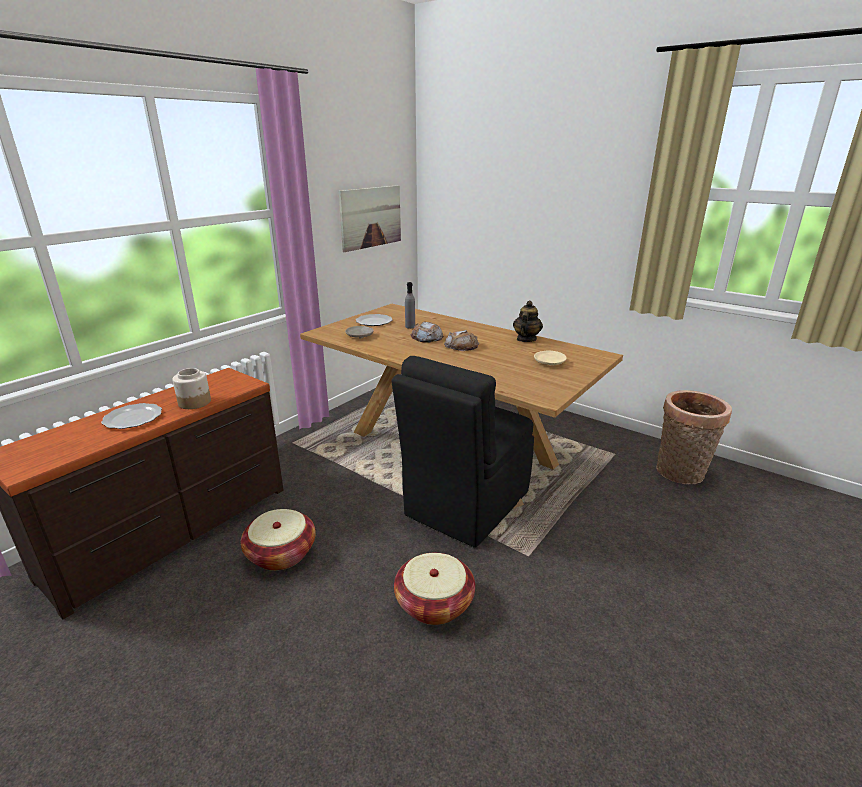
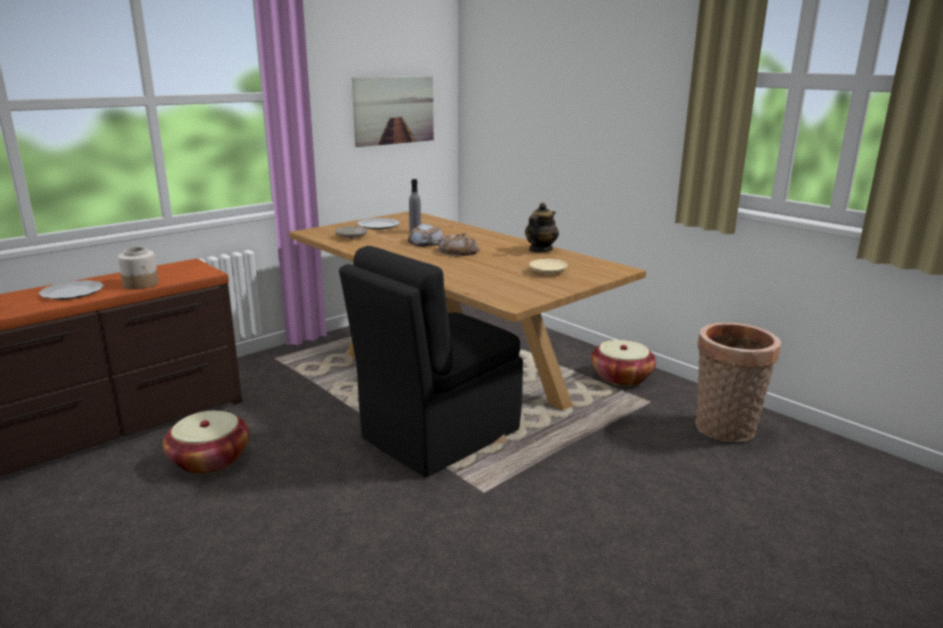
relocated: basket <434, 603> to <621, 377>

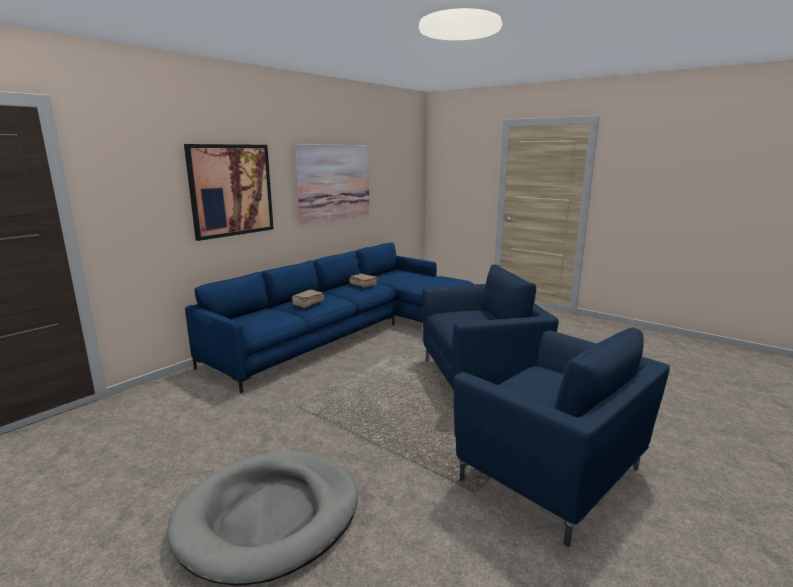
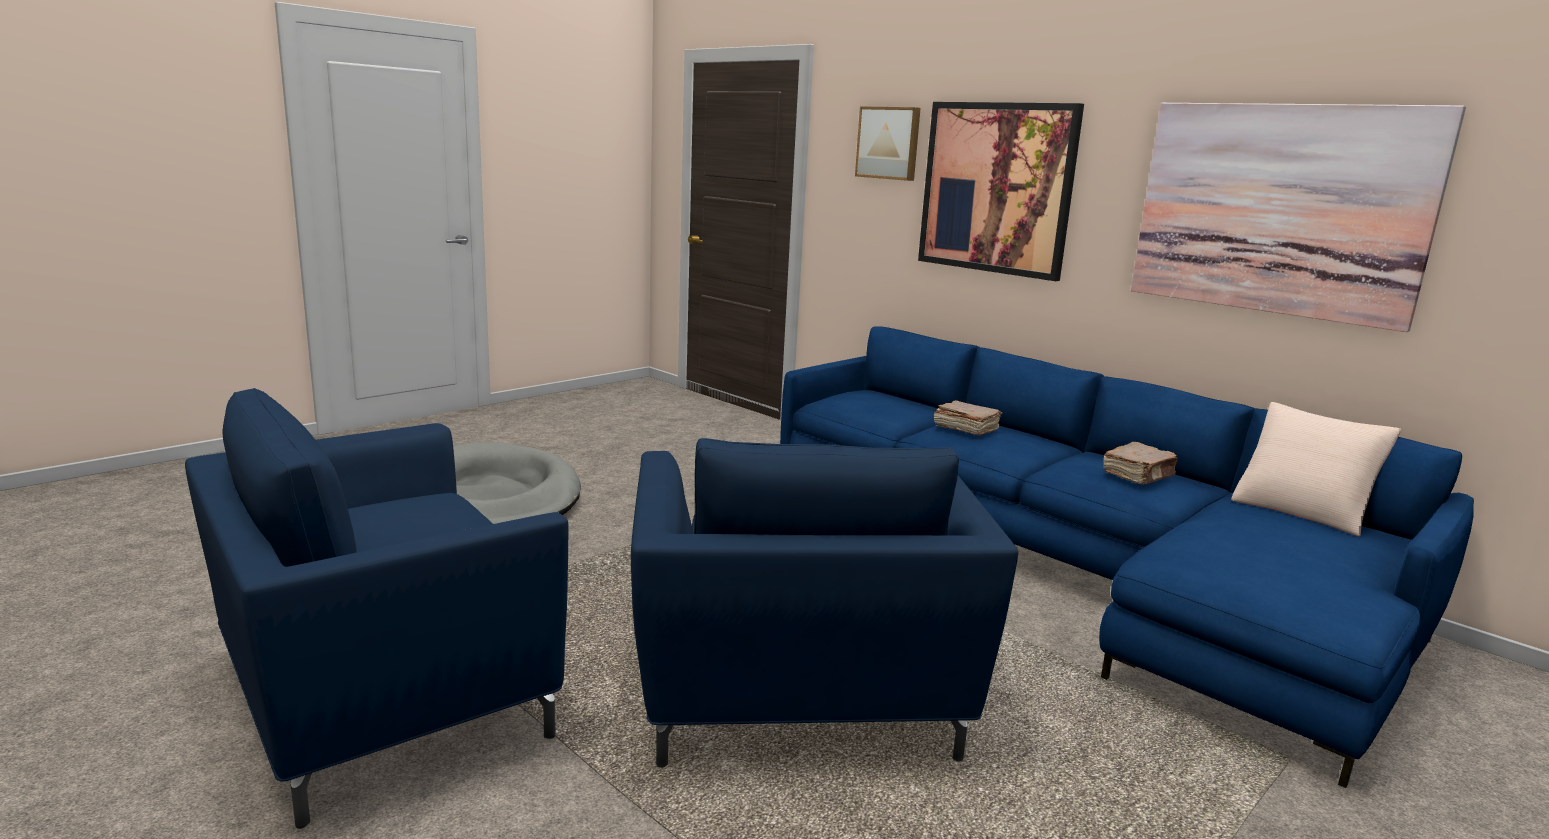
appeared: picture <889, 143>; pillow (beige) <1303, 510>

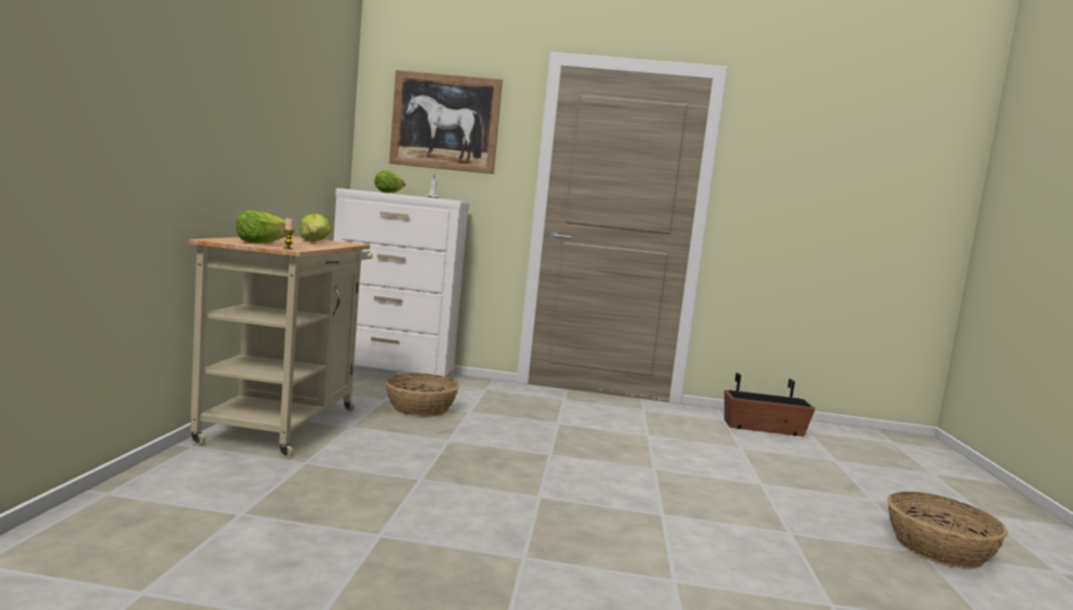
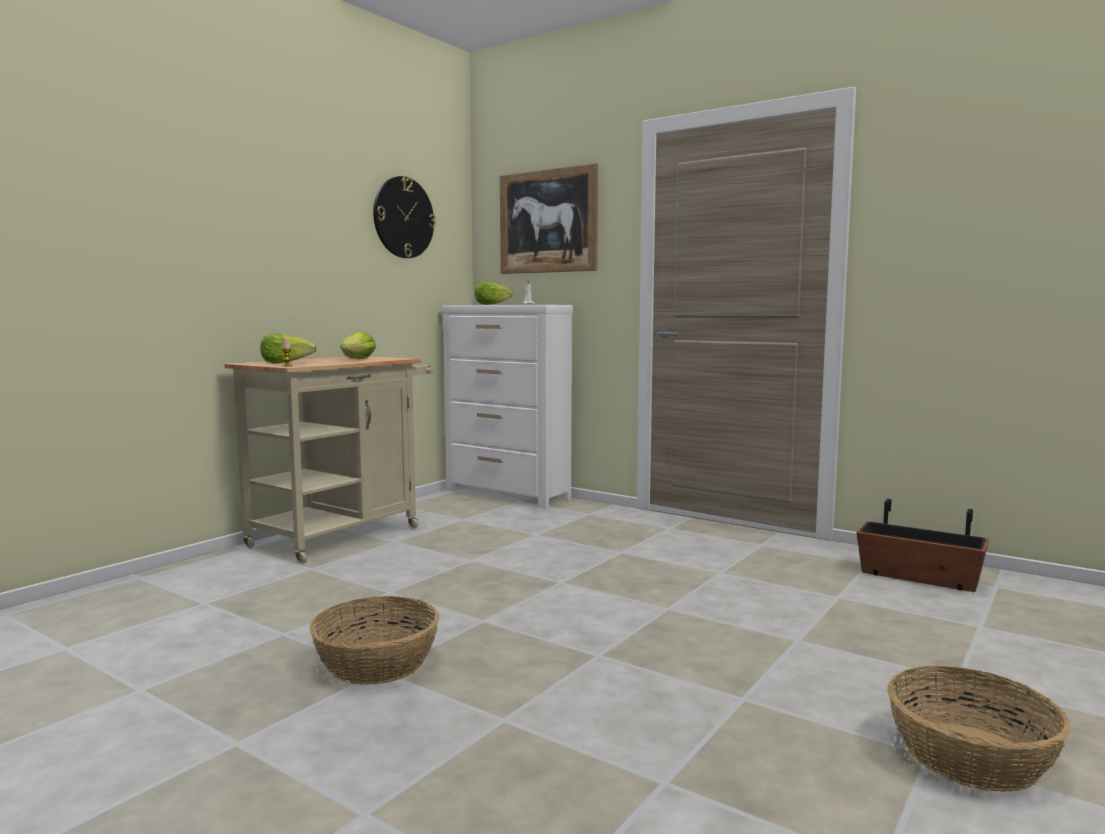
appeared: wall clock <403, 217>
relocated: basket <420, 408> to <375, 663>

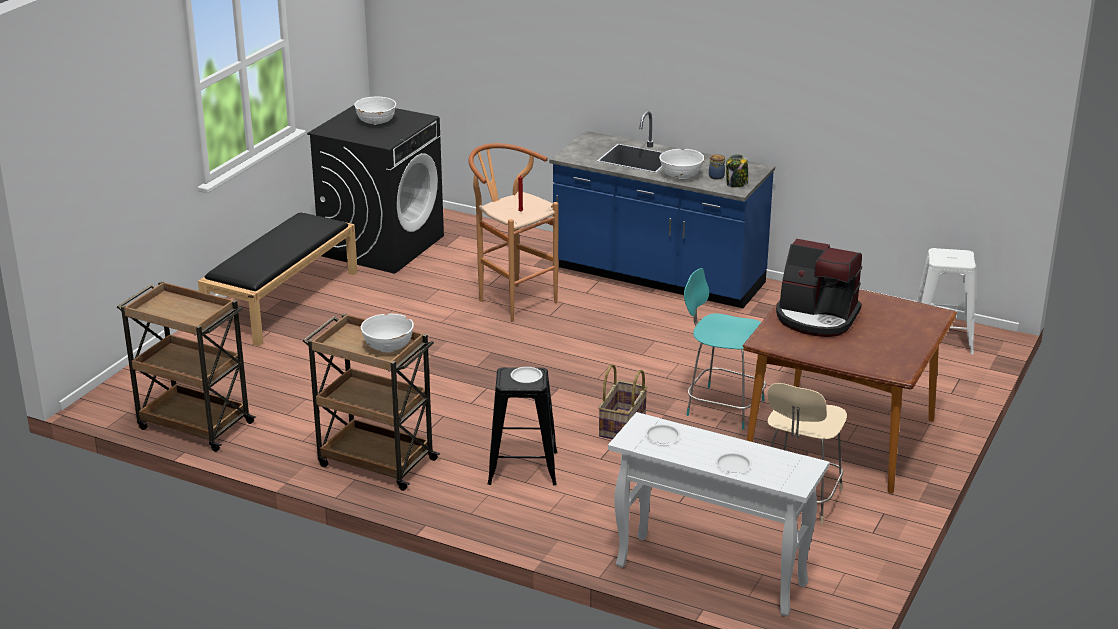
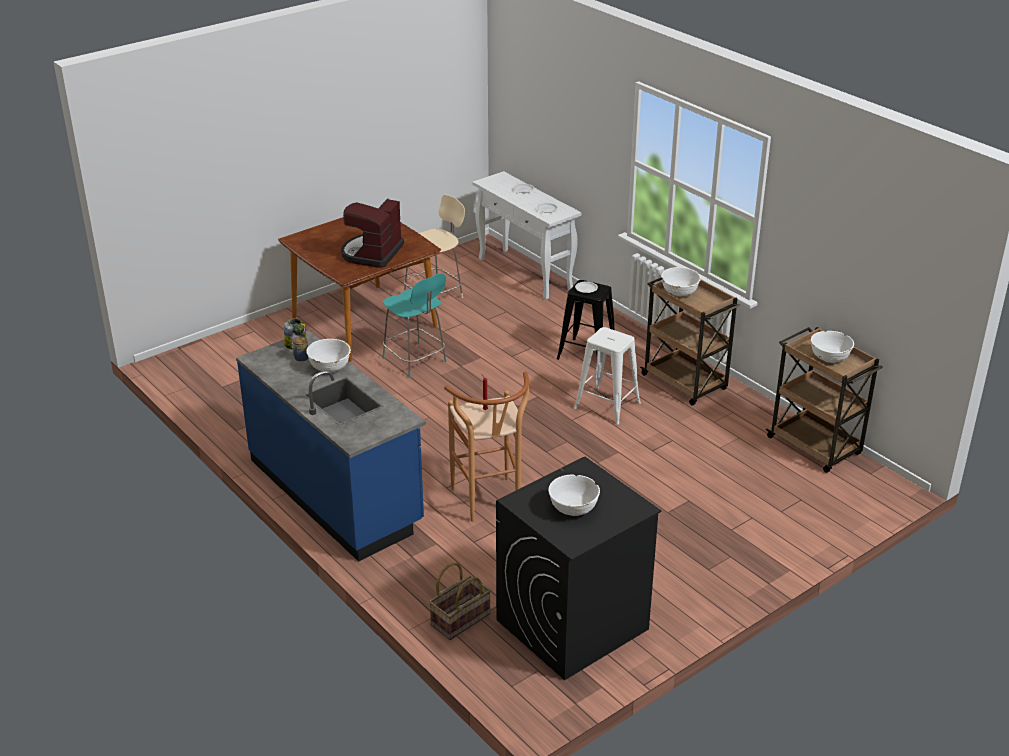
missing: bench (black) <283, 300>
appeared: bowl (white) <829, 357>
relocated: basket <623, 426> to <460, 619>; stool (white) <941, 339> to <607, 405>
spun: coffee machine <816, 318> = <372, 253> 120 degrees counterclockwise

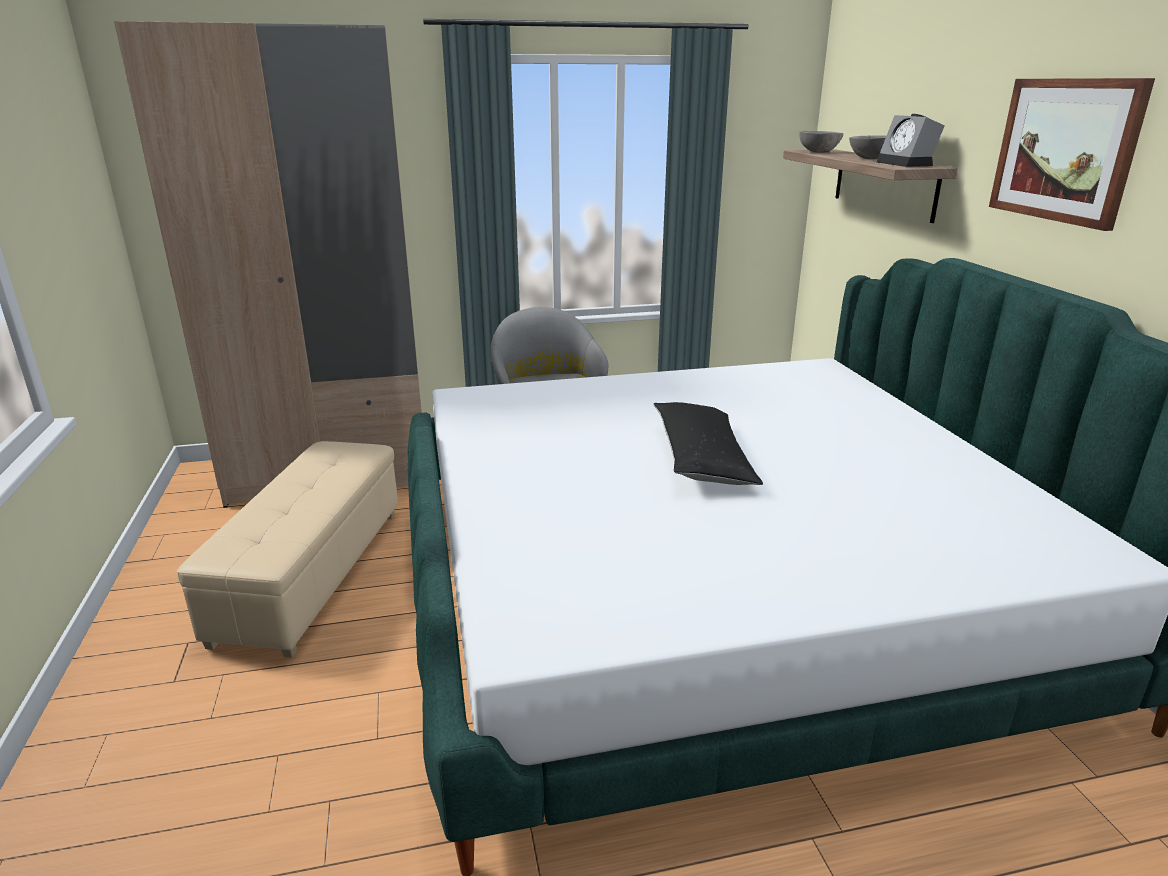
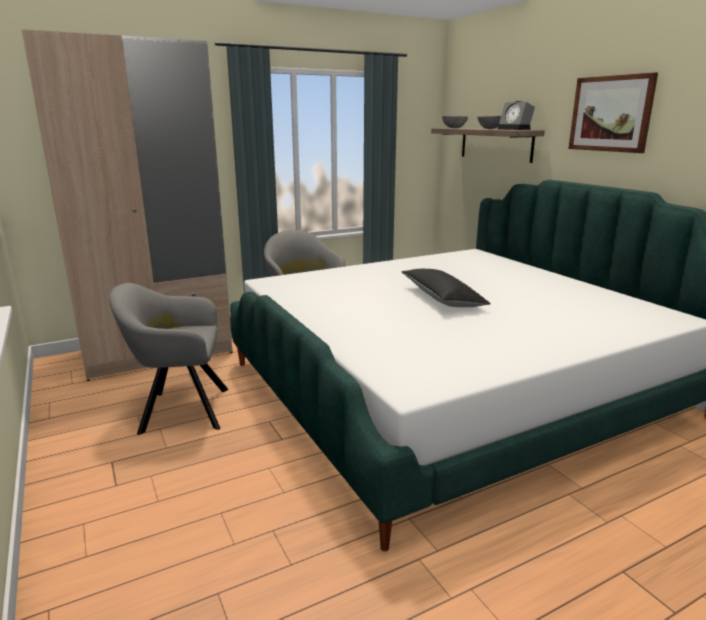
exchanged: ottoman (beige) <311, 572> to armchair (grey) <179, 410>

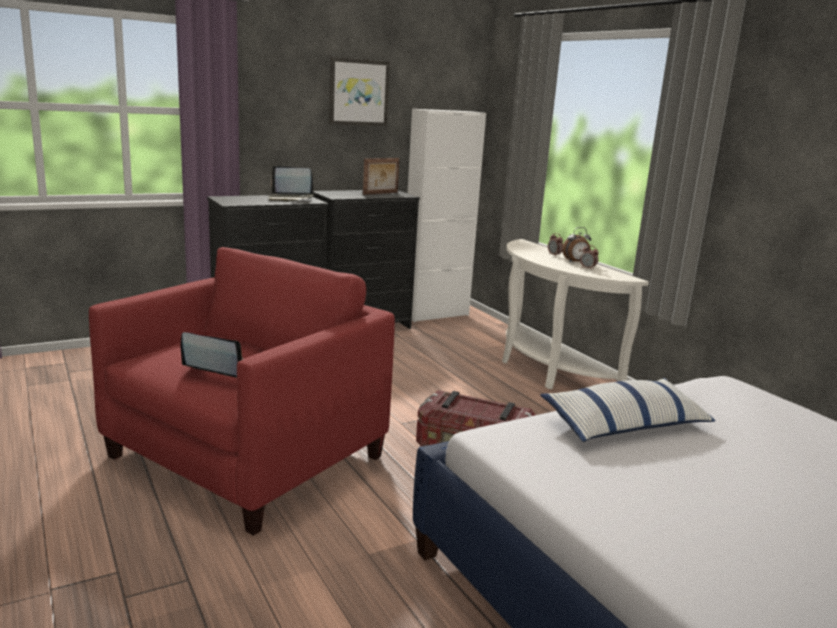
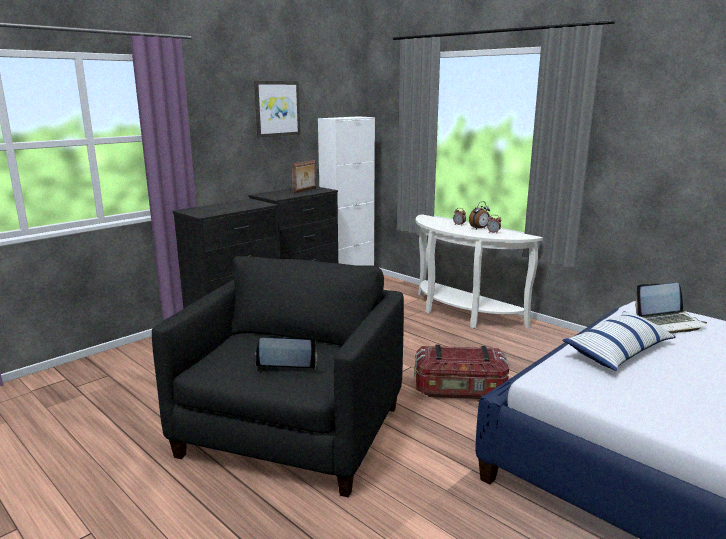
relocated: laptop <290, 199> to <670, 323>
colour: armchair (red) <246, 457> to armchair (black) <292, 431>

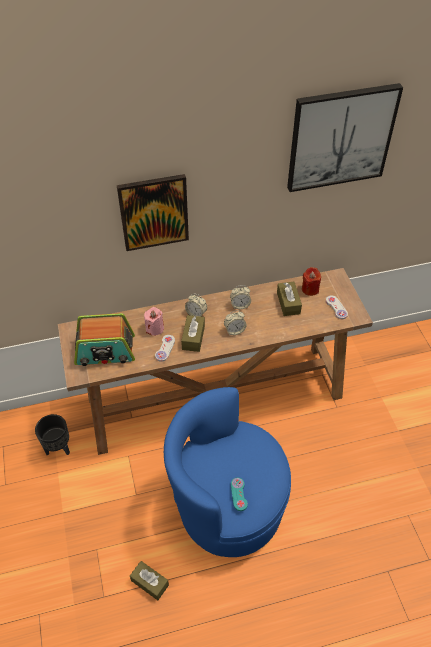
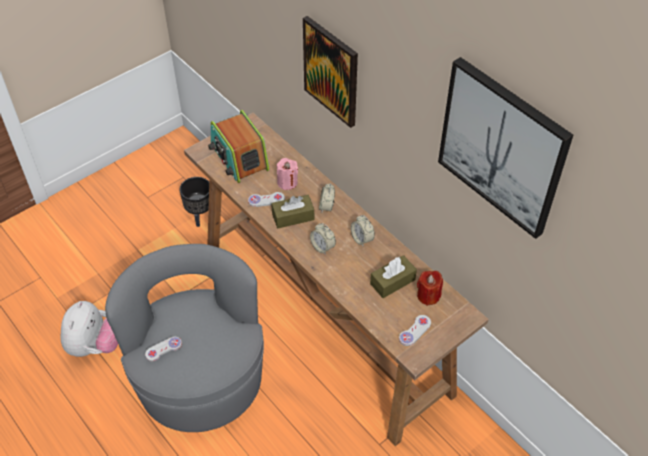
exchanged: tissue box (brown) <150, 583> to plush toy <95, 345>
colour: armchair (blue) <228, 505> to armchair (grey) <200, 379>; game controller (turquoise) <239, 494> to game controller (white) <163, 349>

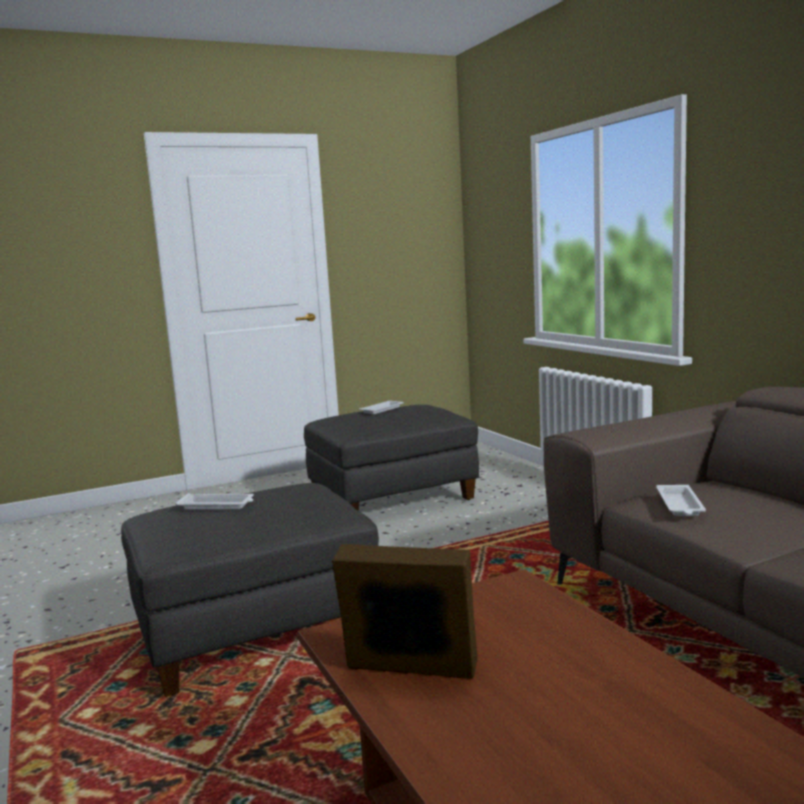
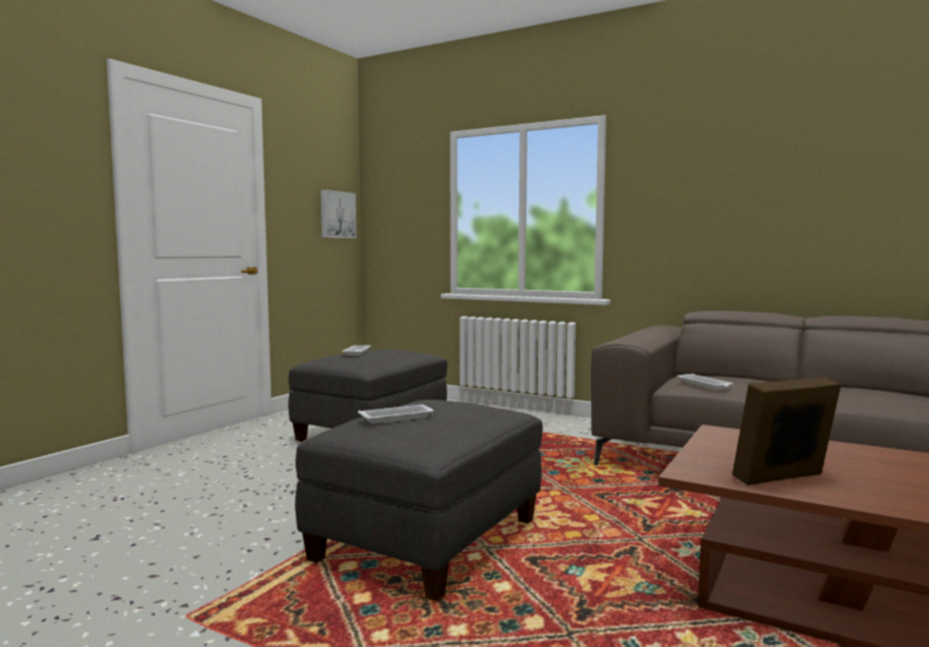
appeared: picture <336, 215>

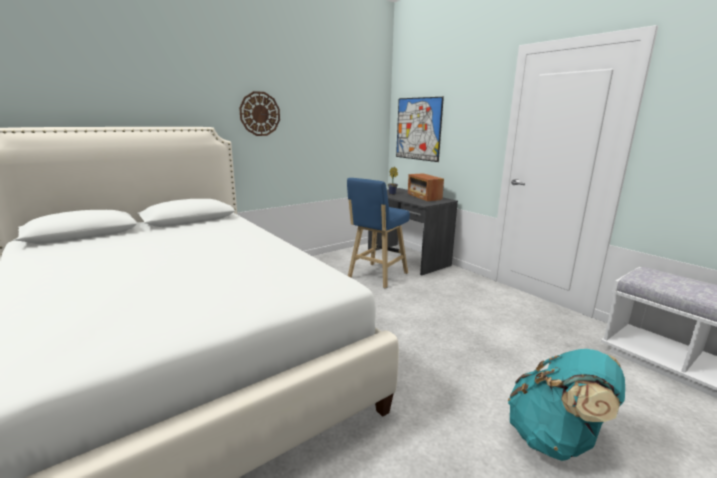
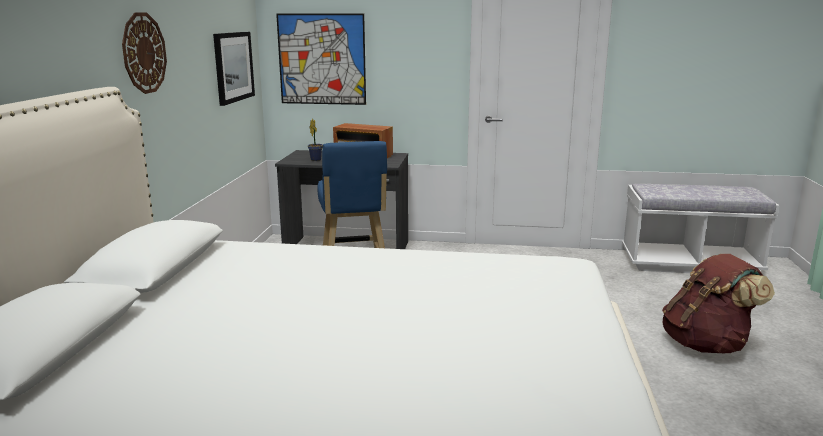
appeared: picture <233, 67>
colour: backpack (turquoise) <555, 439> to backpack (brown) <706, 344>

